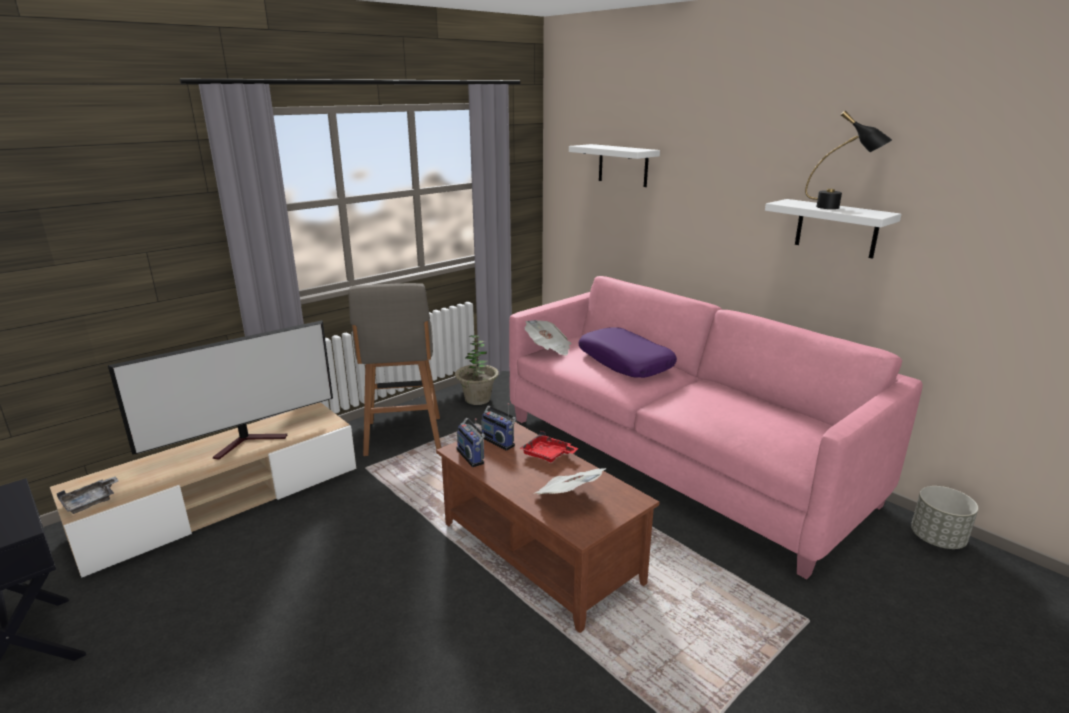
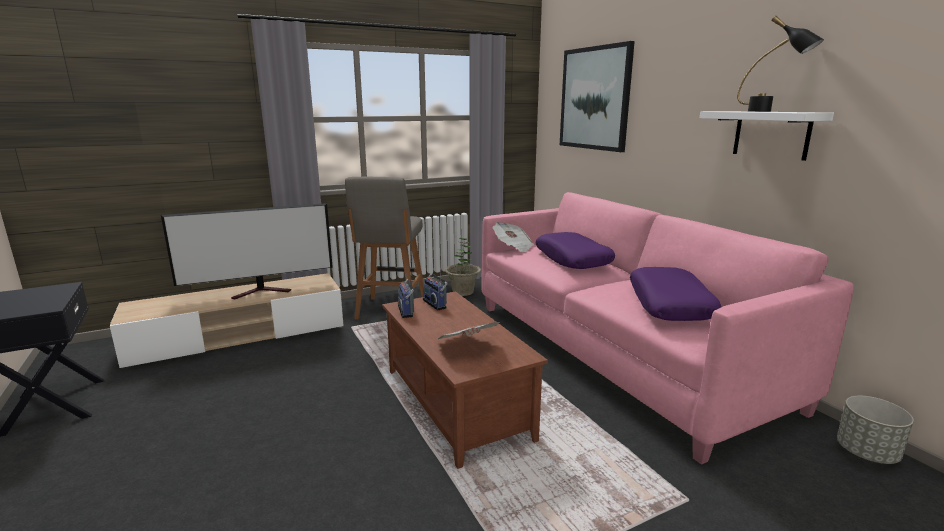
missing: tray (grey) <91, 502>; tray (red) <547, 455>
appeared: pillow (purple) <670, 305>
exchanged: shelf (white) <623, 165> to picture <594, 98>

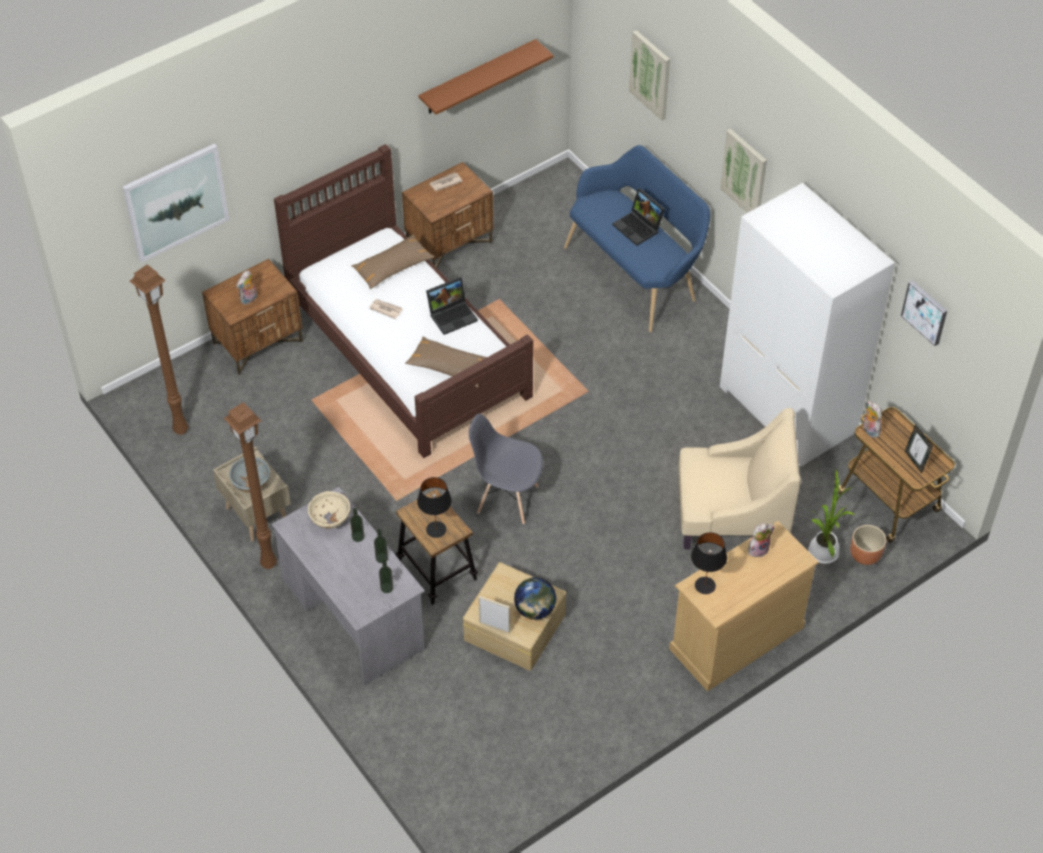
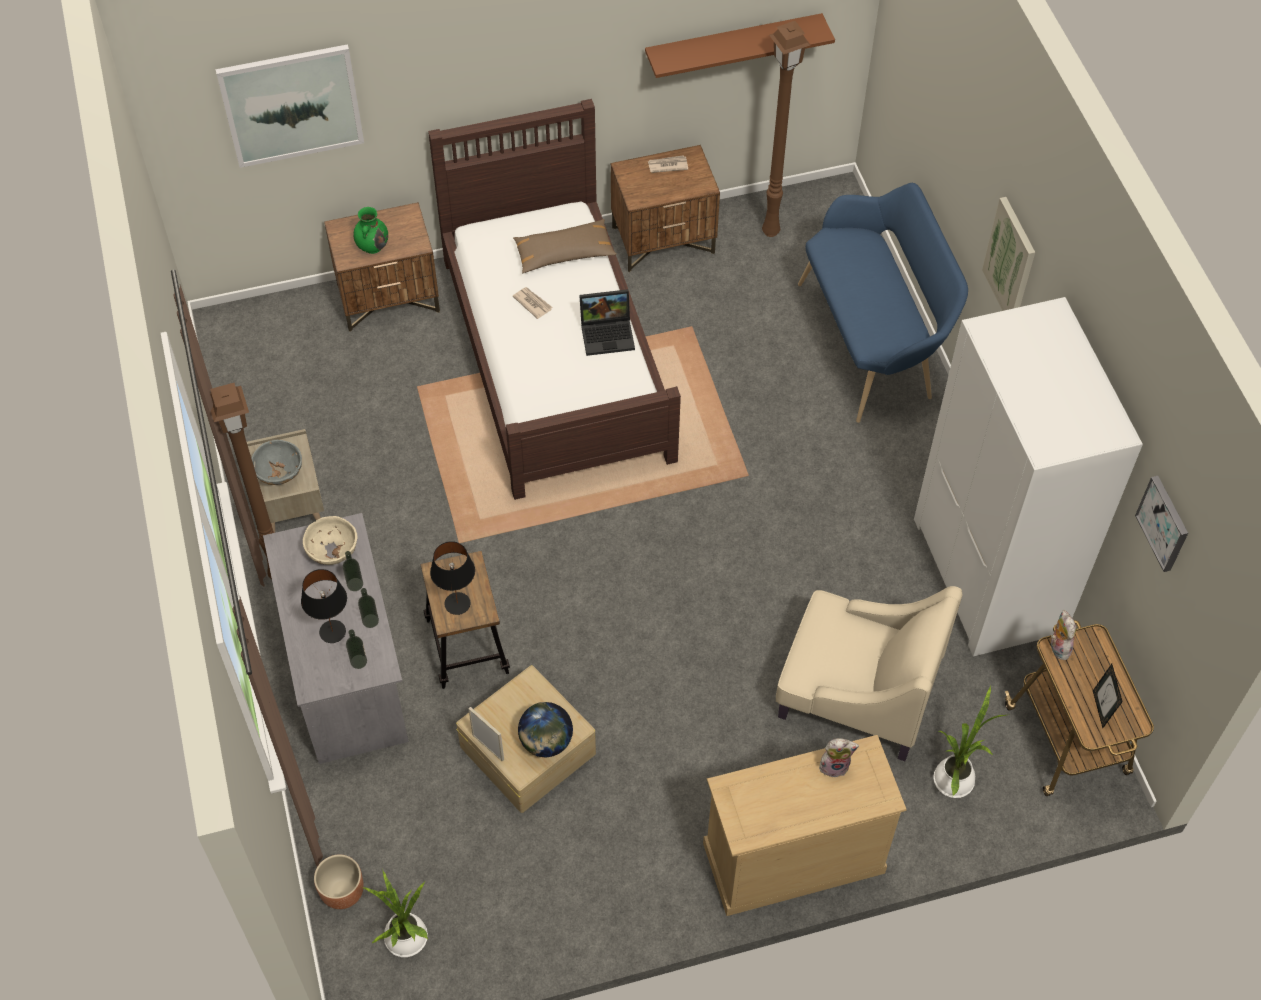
missing: pillow (brown) <450, 367>; chair (grey) <507, 499>; laptop <639, 227>; picture <651, 74>
appeared: potted plant <406, 941>
relocated: table lamp (black) <704, 585> to <332, 632>; planter (brown) <865, 555> to <343, 891>; floor lamp (brown) <179, 430> to <769, 231>
exchanged: plush toy <249, 299> to vase (green) <372, 246>

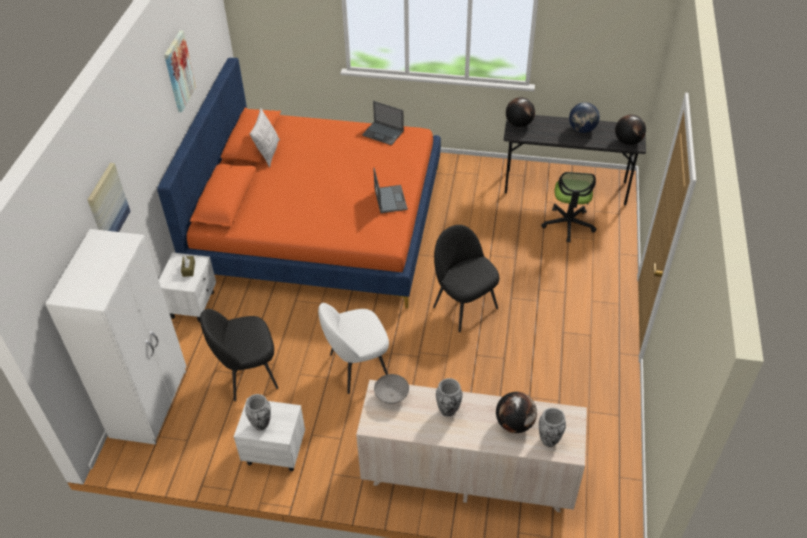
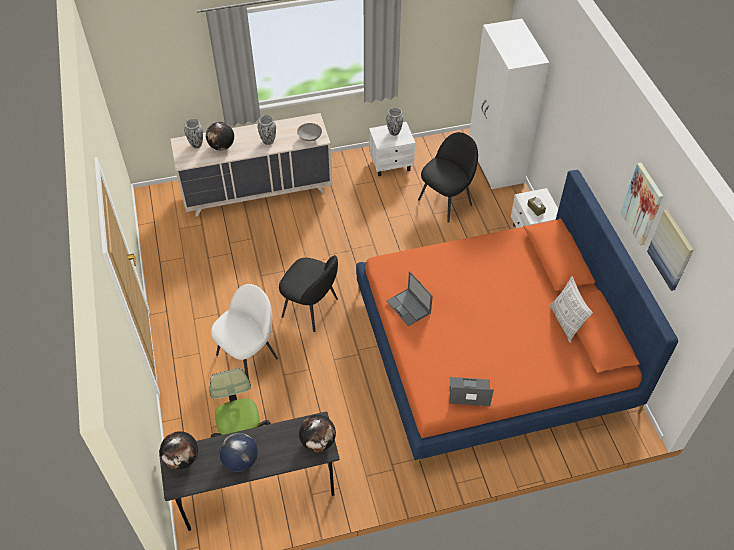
relocated: chair (white) <357, 367> to <248, 355>; picture <107, 205> to <671, 250>

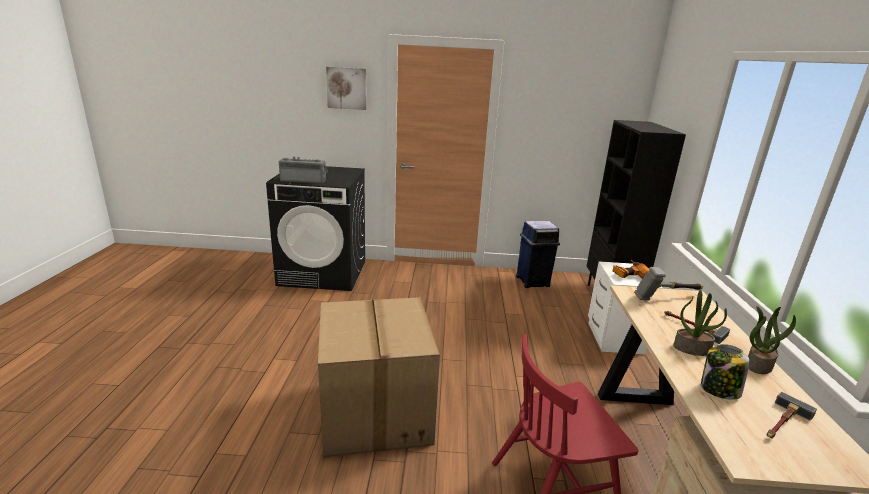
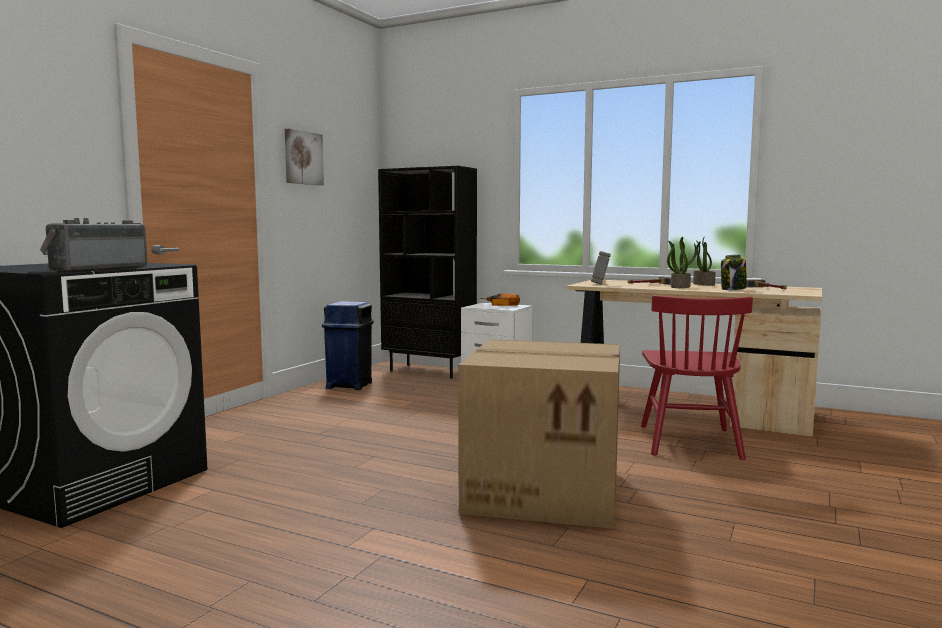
relocated: picture <347, 88> to <303, 158>

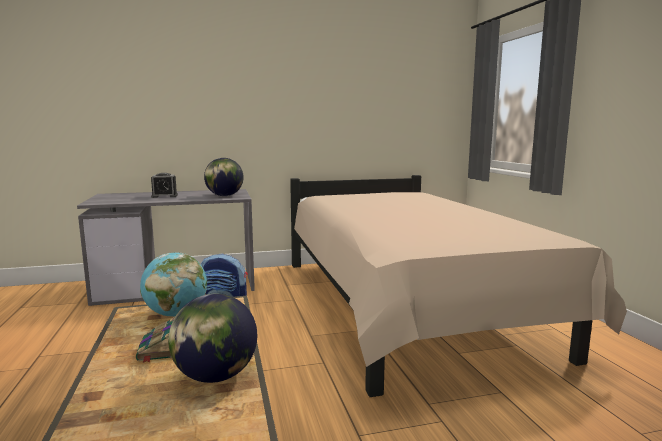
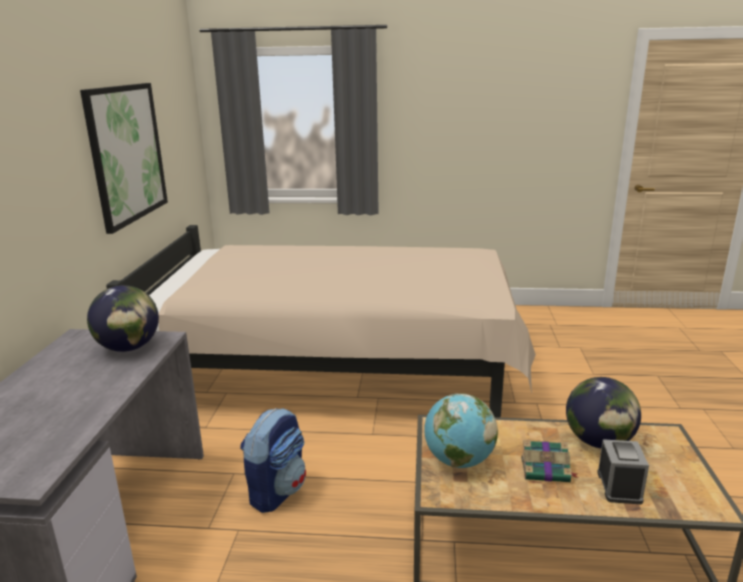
appeared: picture <126, 153>
relocated: alarm clock <164, 196> to <619, 487>

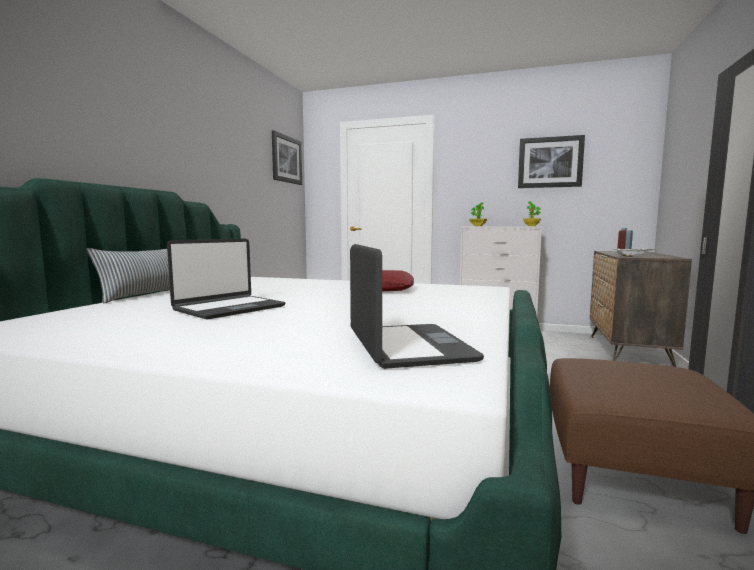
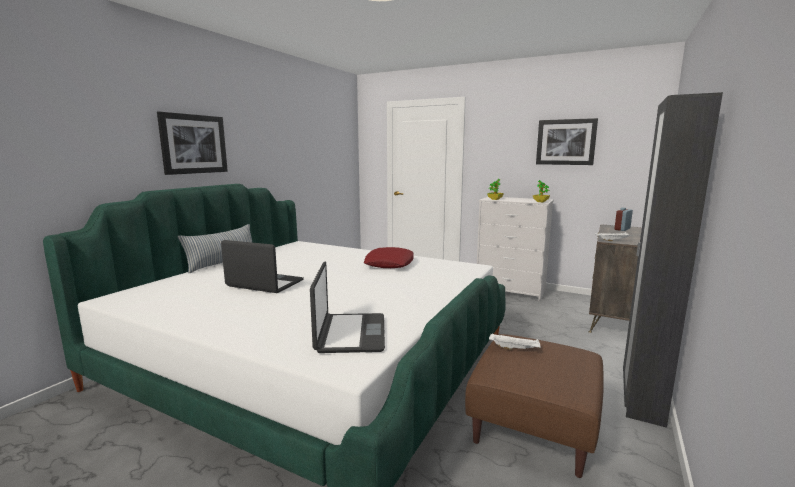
appeared: tray (white) <514, 348>
relocated: picture <286, 159> to <194, 144>
spun: laptop <229, 308> = <265, 284> 120 degrees counterclockwise

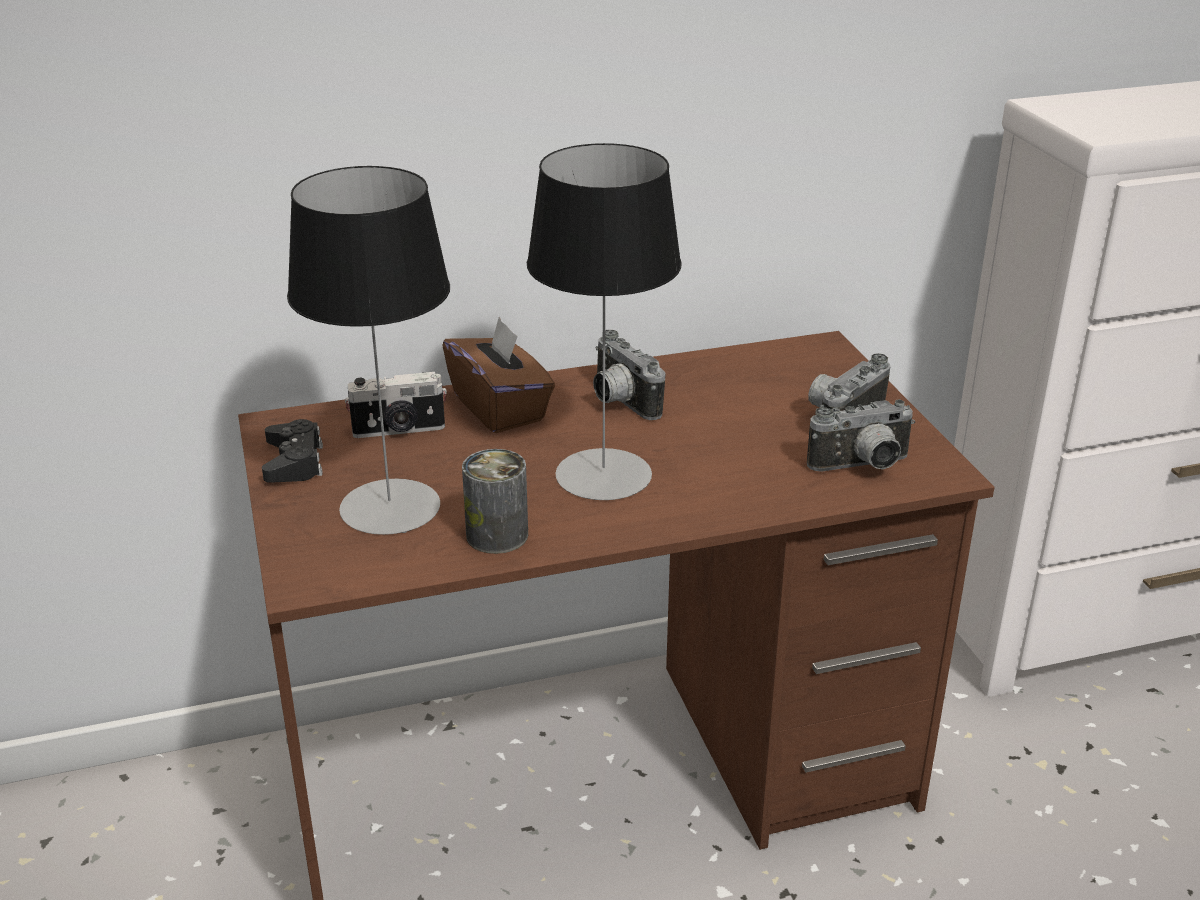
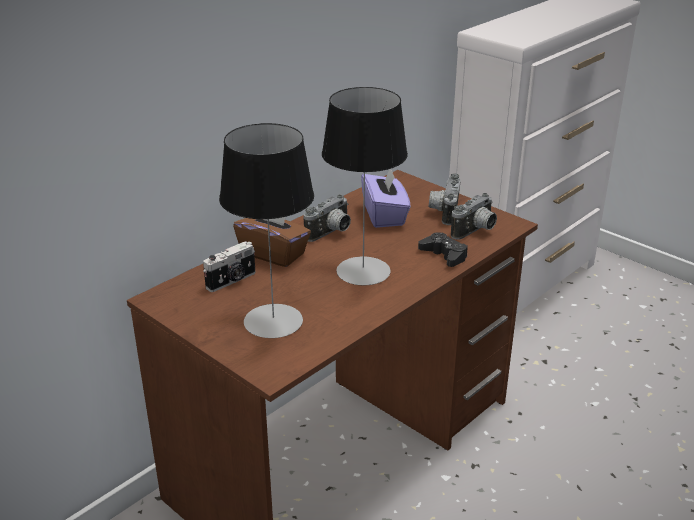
missing: can <497, 535>
appeared: tissue box (purple) <385, 215>
relocated: game controller (black) <294, 461> to <444, 255>
spun: photo camera <619, 402> = <331, 233> 75 degrees counterclockwise

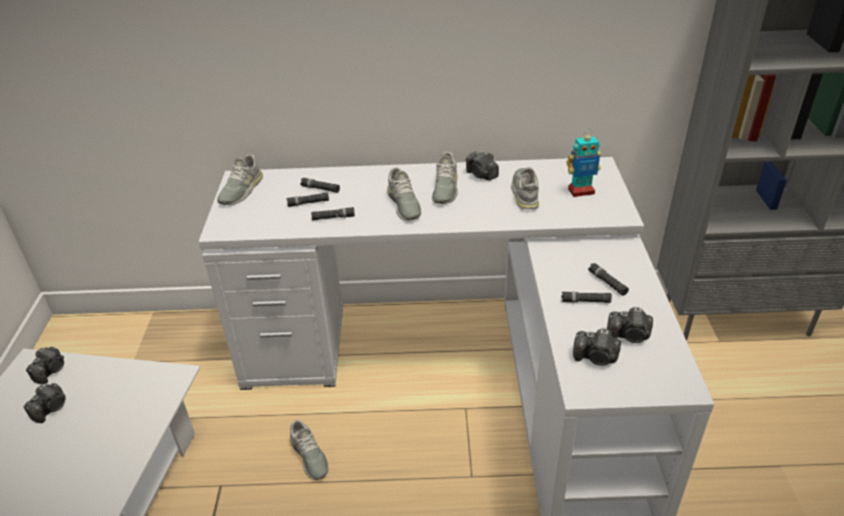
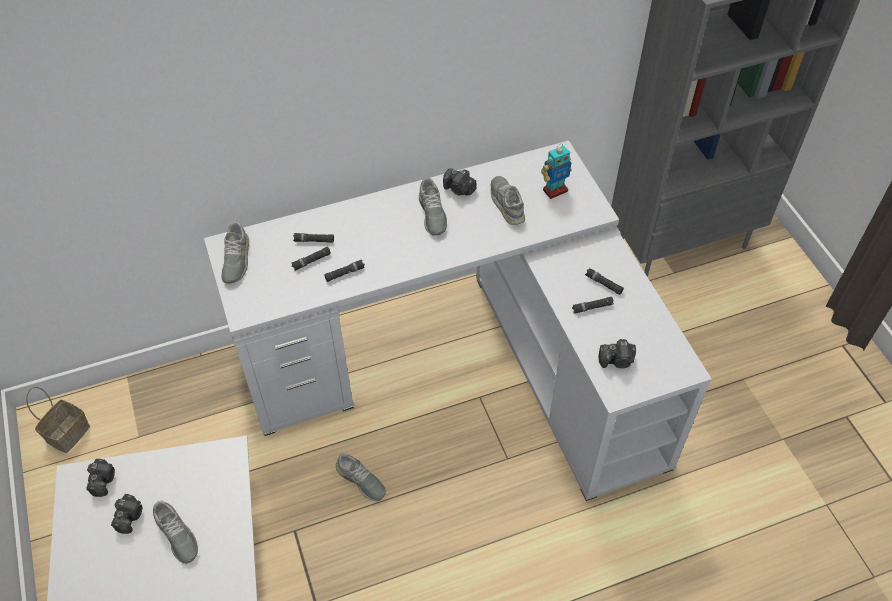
missing: photo camera <629, 336>
appeared: basket <68, 435>
relocated: shoe (grey) <403, 204> to <176, 535>

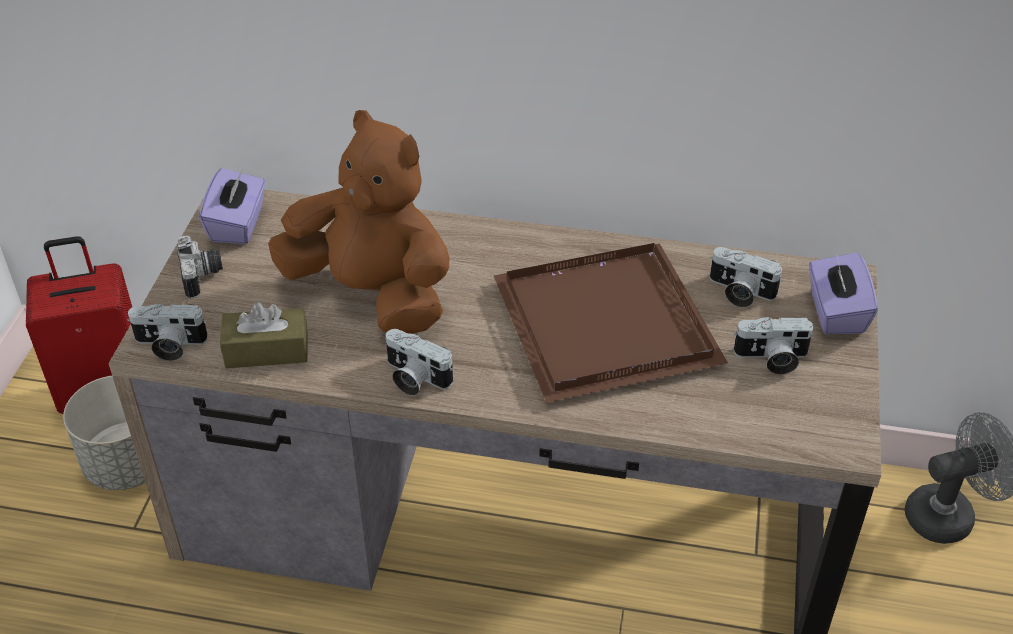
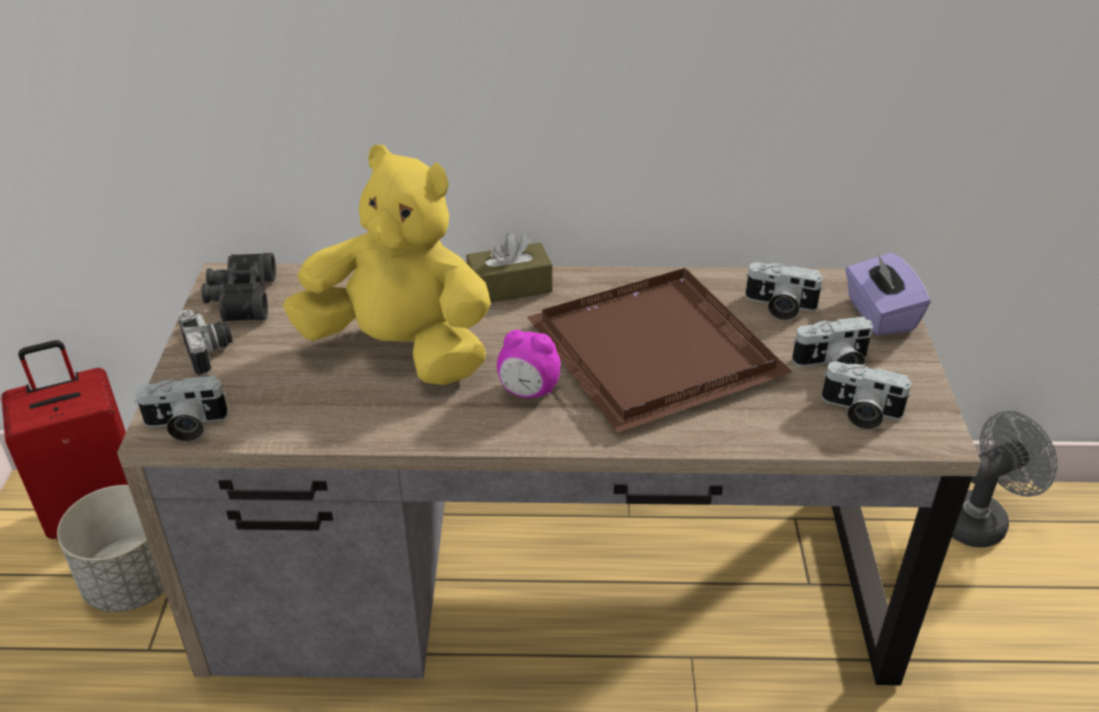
appeared: alarm clock <529, 391>
relocated: tissue box (brown) <267, 350> to <509, 287>; photo camera <414, 378> to <859, 412>
exchanged: tissue box (purple) <238, 224> to binoculars (black) <240, 298>
colour: plush toy (brown) <372, 294> to plush toy (yellow) <401, 349>

